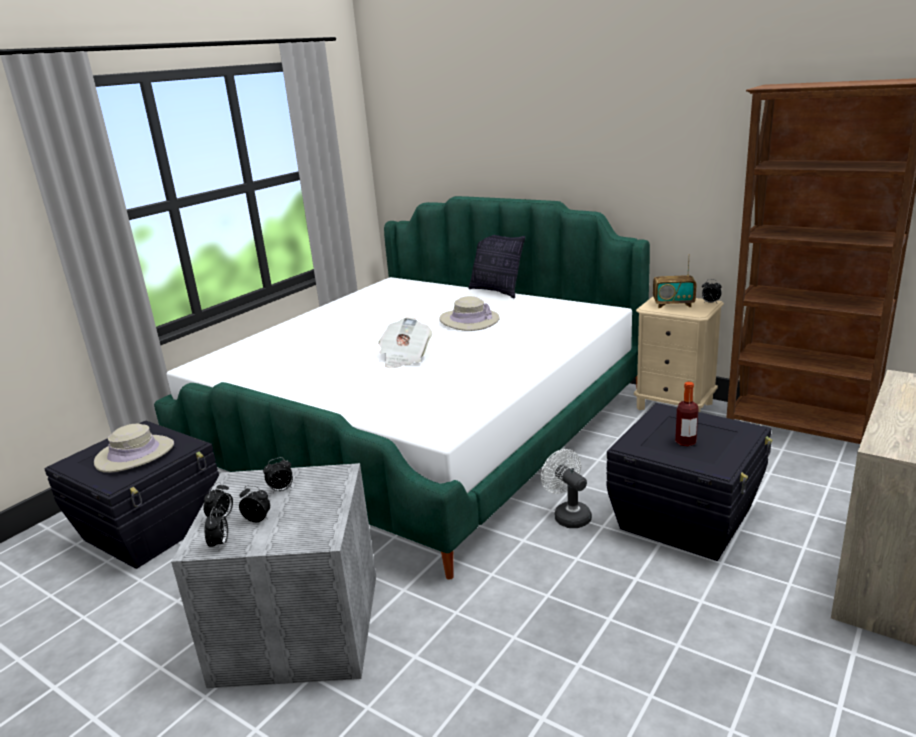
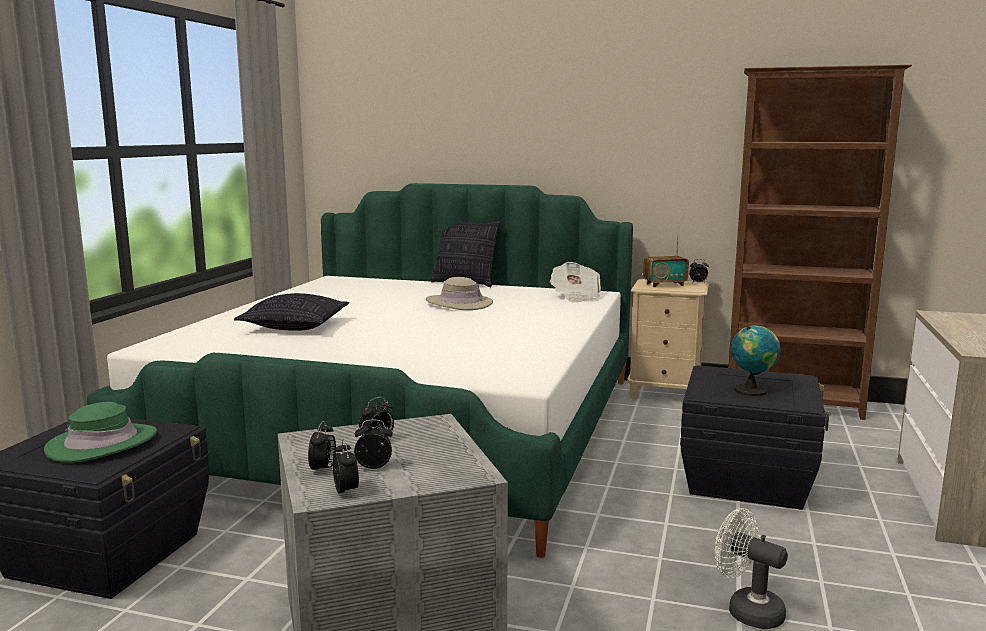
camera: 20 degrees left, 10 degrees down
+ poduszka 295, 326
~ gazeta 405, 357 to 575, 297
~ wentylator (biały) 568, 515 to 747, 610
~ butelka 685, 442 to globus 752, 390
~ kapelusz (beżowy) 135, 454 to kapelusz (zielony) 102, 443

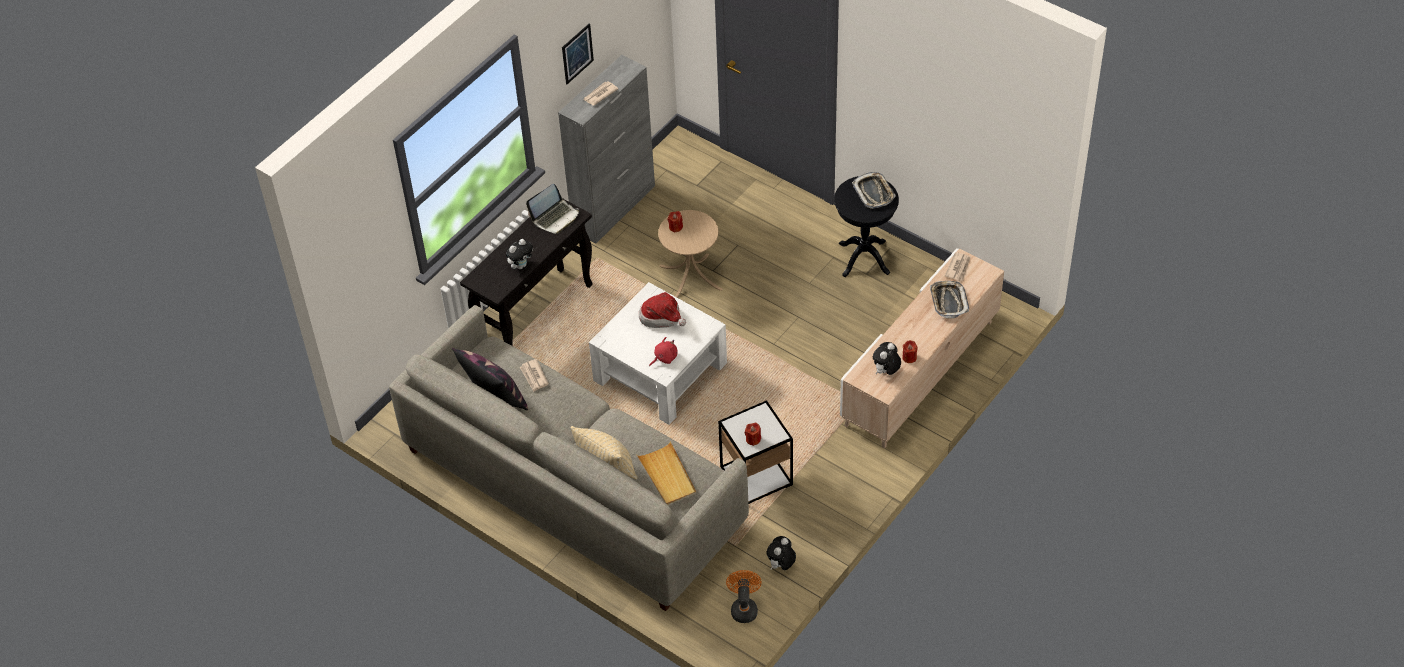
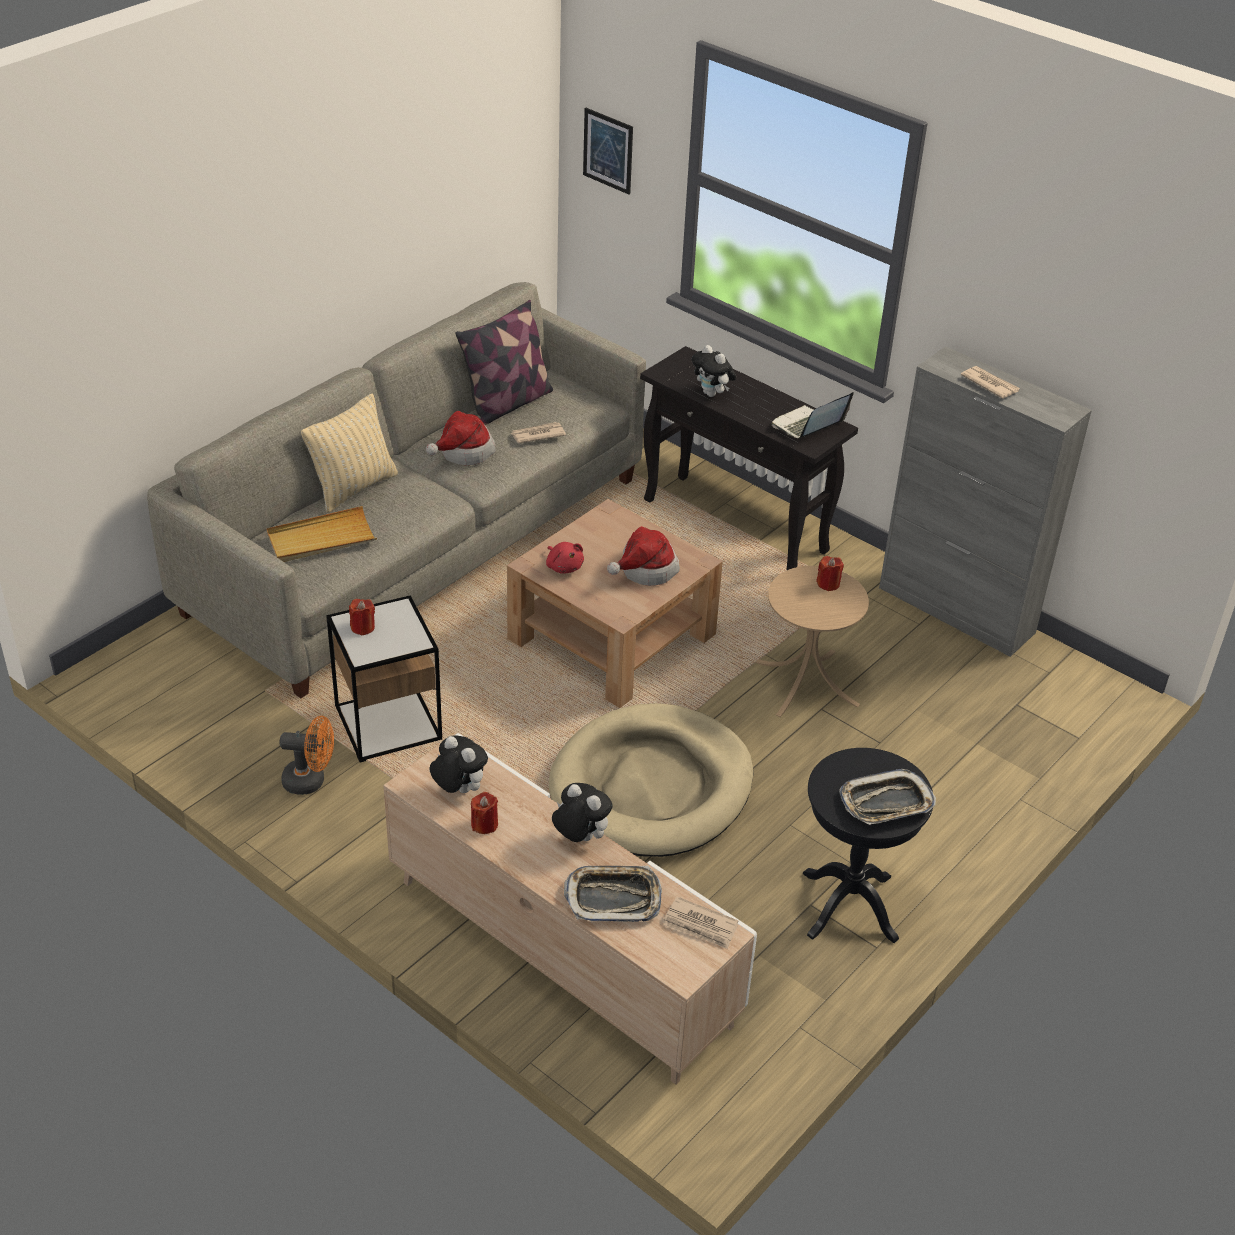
camera: 90 degrees right, 10 degrees down
+ kapelusz 463, 452
+ legowisko (beżowy) 651, 787
~ obraz 577, 53 to 608, 150
~ wentylator (pomarańczowy) 744, 607 to 311, 781
~ pluszak 781, 565 to 580, 837
~ ława (biały) 660, 372 to ława (brązowy) 612, 637
~ laptop 555, 217 = 807, 426 90 degrees clockwise

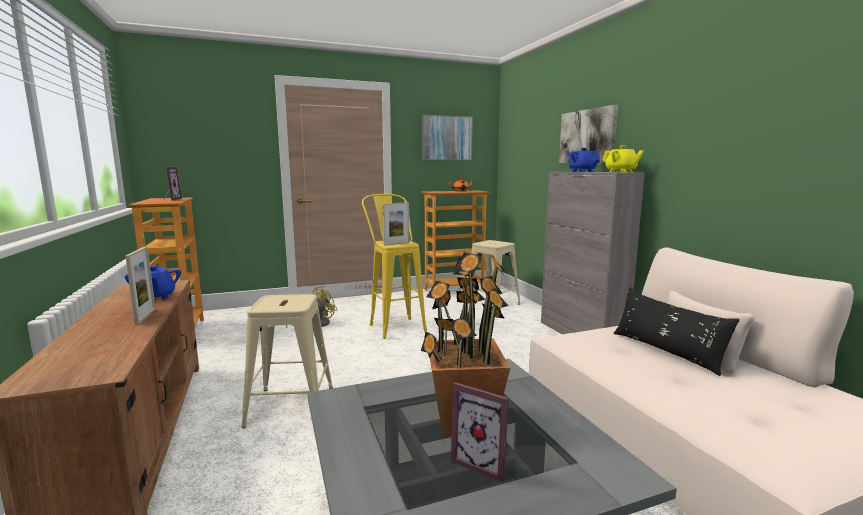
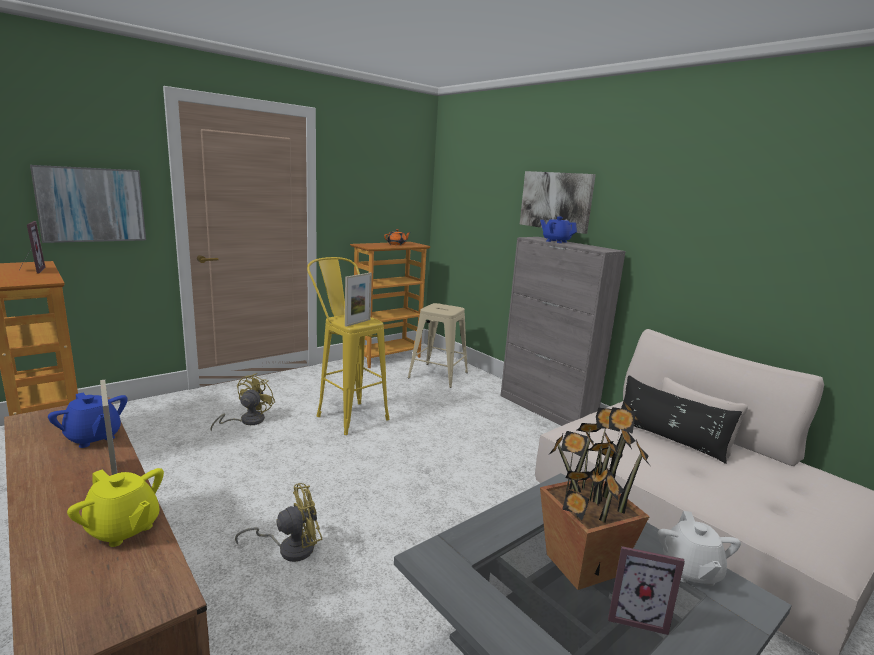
camera: 20 degrees left, 5 degrees up
+ imbryk (biały) 690, 571
~ obraz 446, 138 to 91, 204
~ imbryk (żółty) 621, 172 to 123, 529
~ stołek (beżowy) 291, 406 to wentylator (żółty) 290, 548

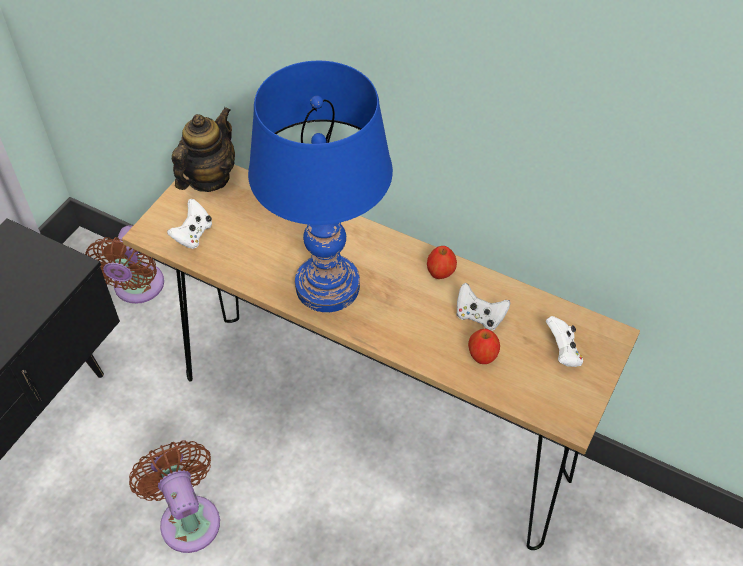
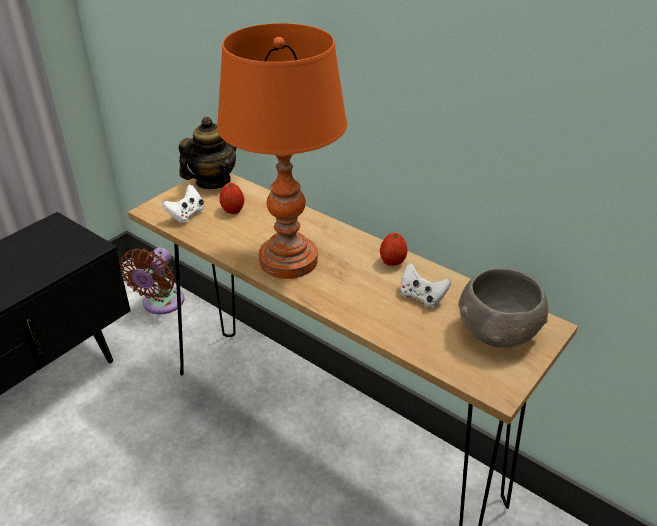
camera: 10 degrees right, 15 degrees down
- wentylator (brązowy) 188, 517
~ jabłko 482, 356 to 232, 210
~ pad do gier (biały) 563, 352 to miska (szary) 498, 333
~ lampa stołowa (niebieski) 327, 286 to lampa stołowa (pomarańczowy) 288, 260

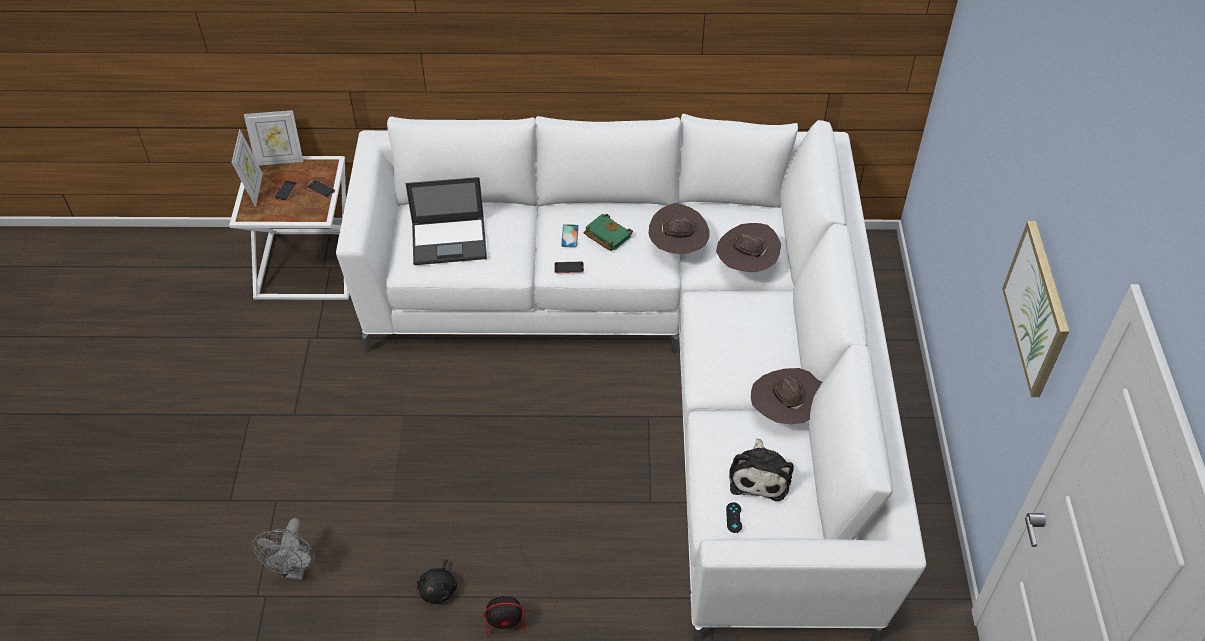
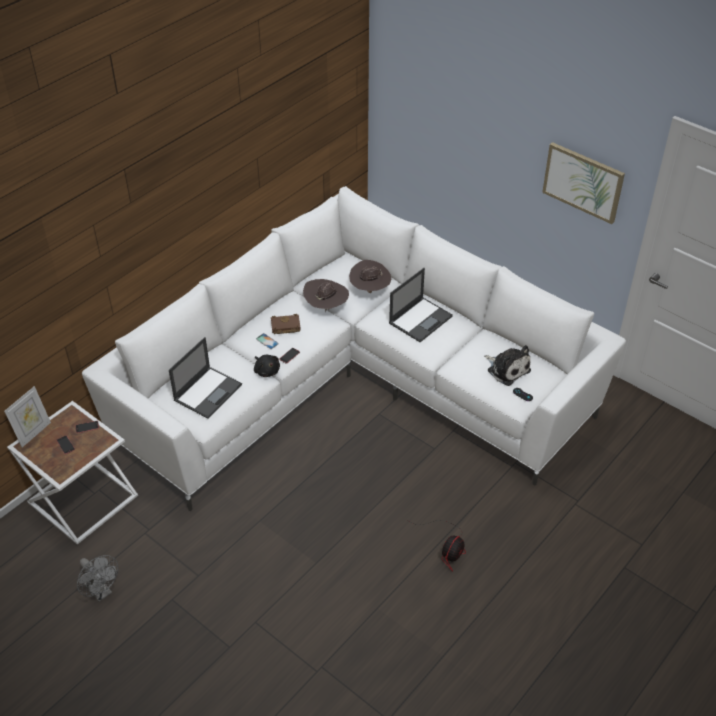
camera: 50 degrees left, 5 degrees down
- ramka na zdjęcie 254, 190
- kapelusz (brązowy) 784, 412
+ laptop 421, 319
~ wentylator (szary) 295, 569 to 101, 592
~ pluszak (czarny) 438, 589 to 266, 371
~ książka (zielony) 606, 235 to książka (brązowy) 285, 327

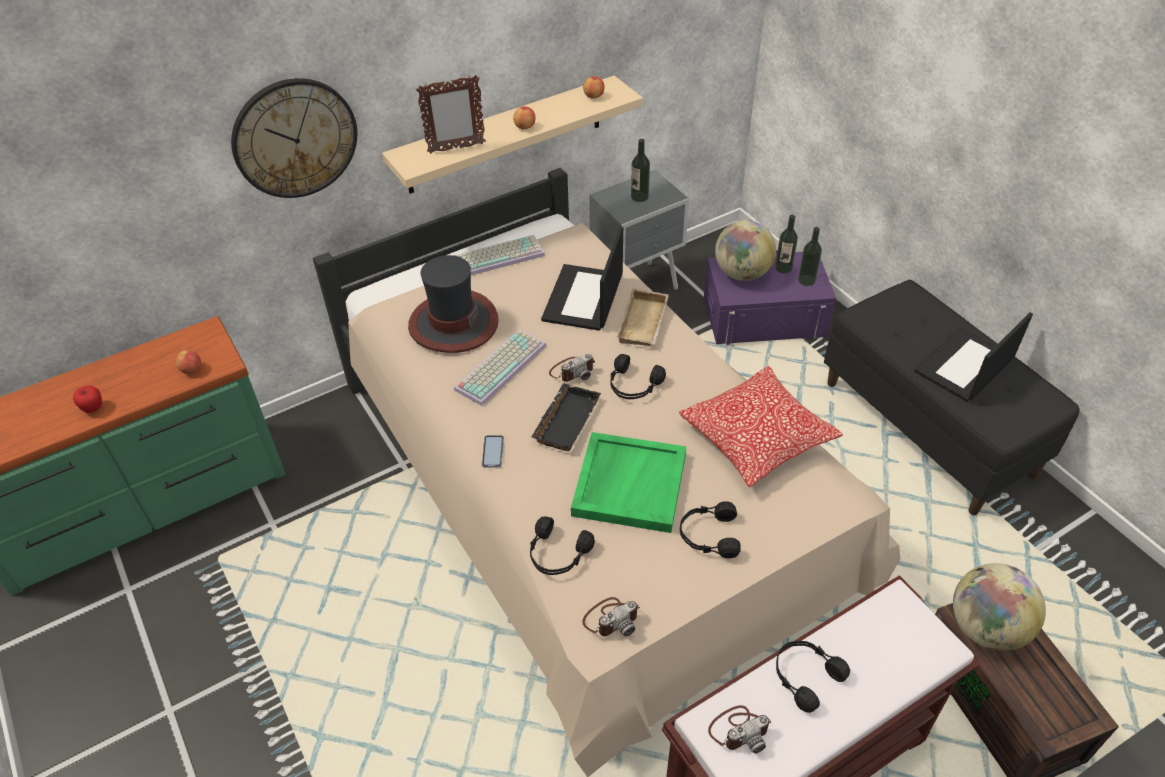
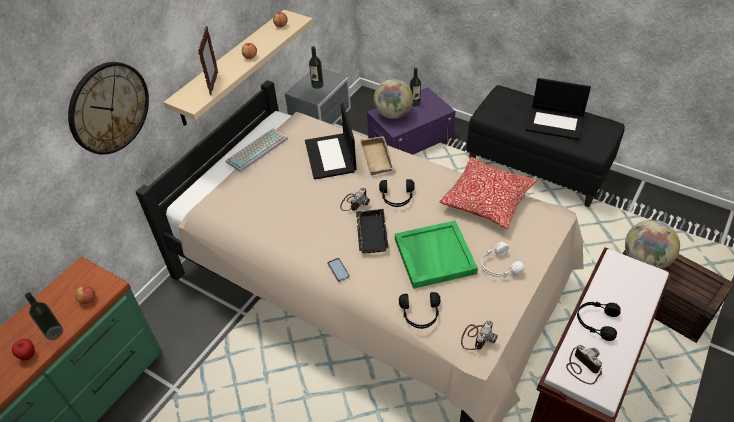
camera: 25 degrees left, 0 degrees up
- kapelusz 453, 323
- klawiatura 500, 366
~ butelka 806, 280 to 54, 332
~ słuchawki (czarny) 708, 536 to słuchawki (biały) 498, 266
~ ramka na zdjęcie 456, 148 = 214, 84 45 degrees counterclockwise
~ aparat fotograficzny 739, 730 = 582, 367 75 degrees counterclockwise
~ laptop 964, 366 = 555, 123 90 degrees counterclockwise

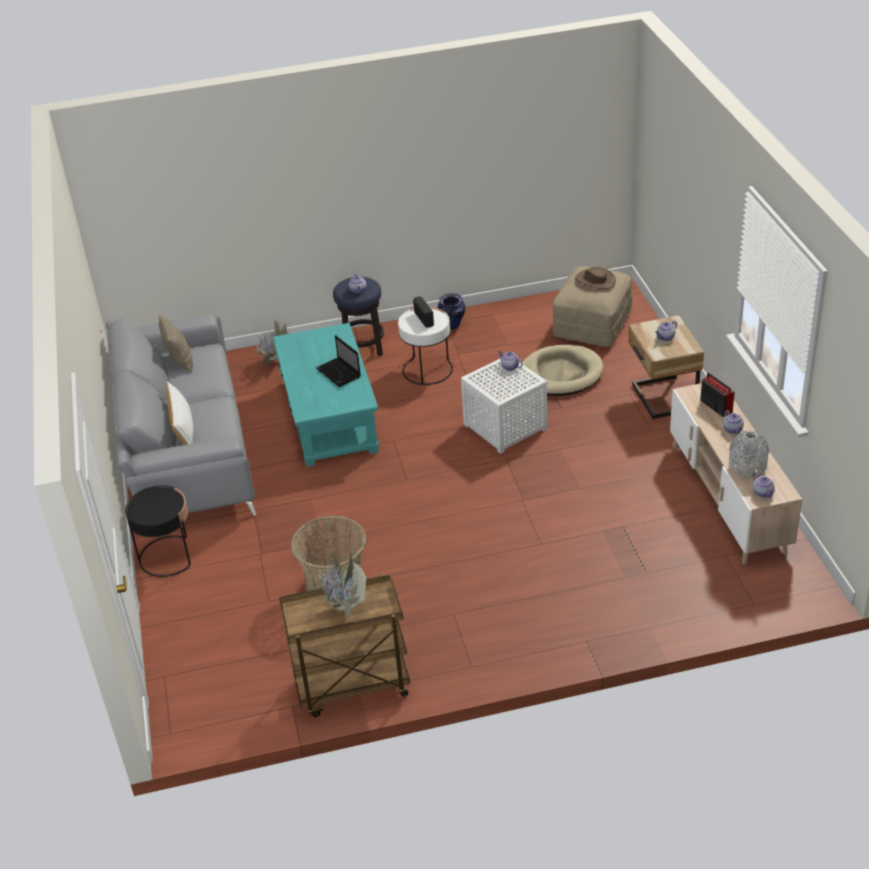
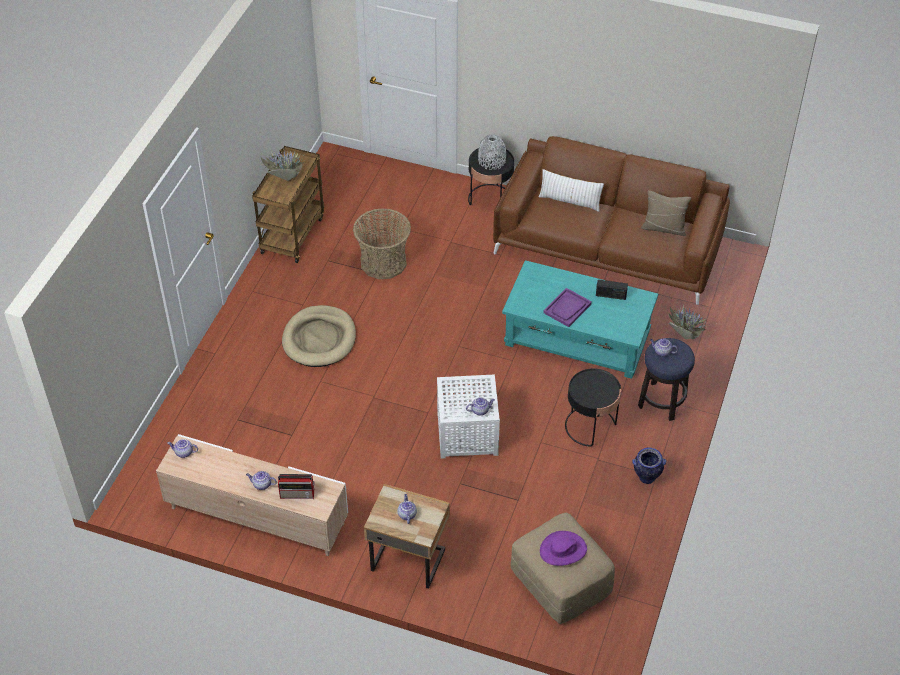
camera: 120 degrees right, 10 degrees up
~ radio 424, 319 to 611, 295
~ legowisko (beżowy) 560, 374 to 319, 339
~ wazon (szary) 747, 466 to 491, 161
~ laptop 339, 373 to taca (fioletowy) 567, 308
~ kanapa (szary) 186, 447 to kanapa (brązowy) 608, 247
~ stolik (biały) 427, 370 to stolik (czarny) 590, 426
~ kapelusz (brązowy) 595, 280 to kapelusz (fioletowy) 563, 550

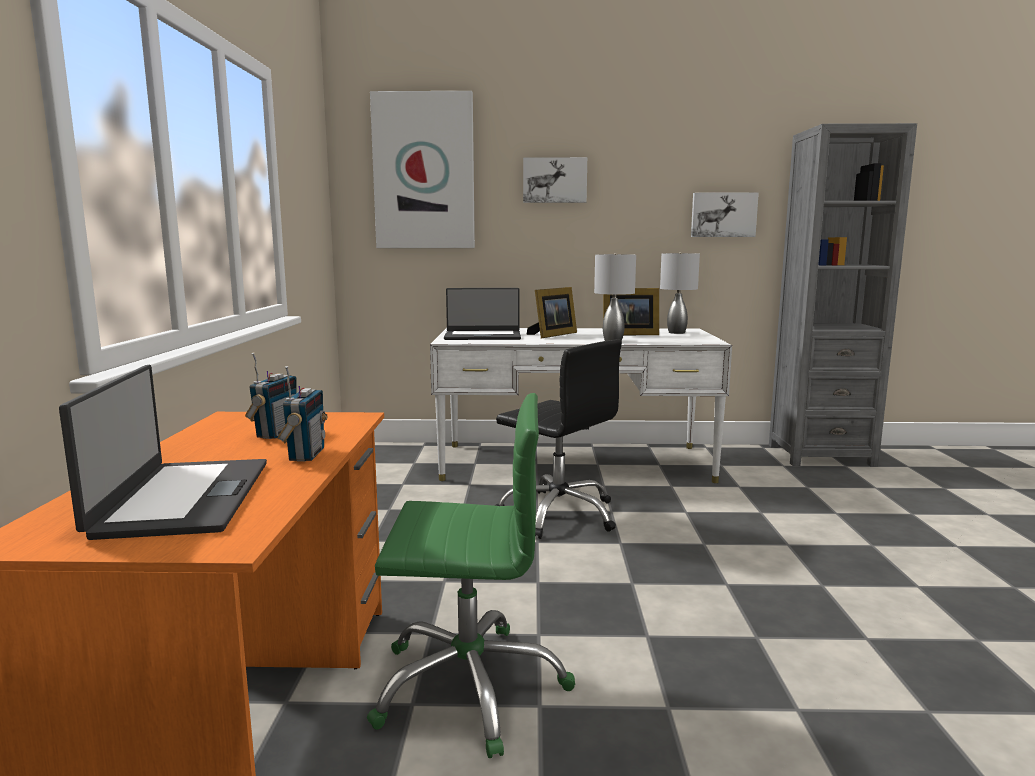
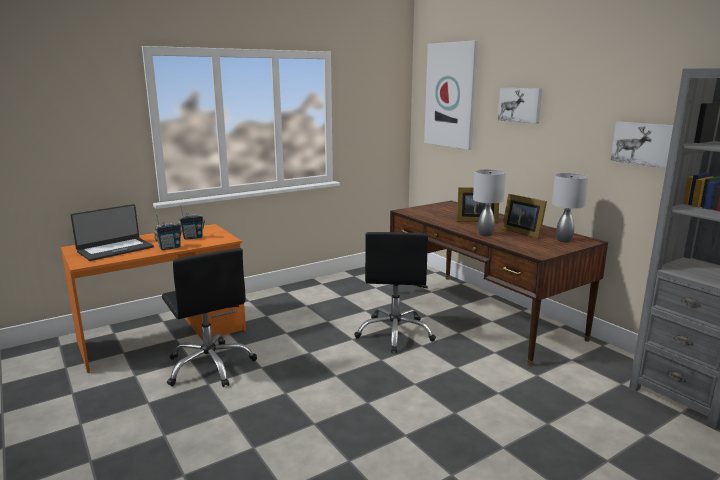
camera: 55 degrees right, 5 degrees up
- laptop 482, 336
~ krzesło biurowe (zielony) 469, 685 to krzesło biurowe (czarny) 210, 366
~ biurko (biały) 574, 462 to biurko (brązowy) 481, 314

